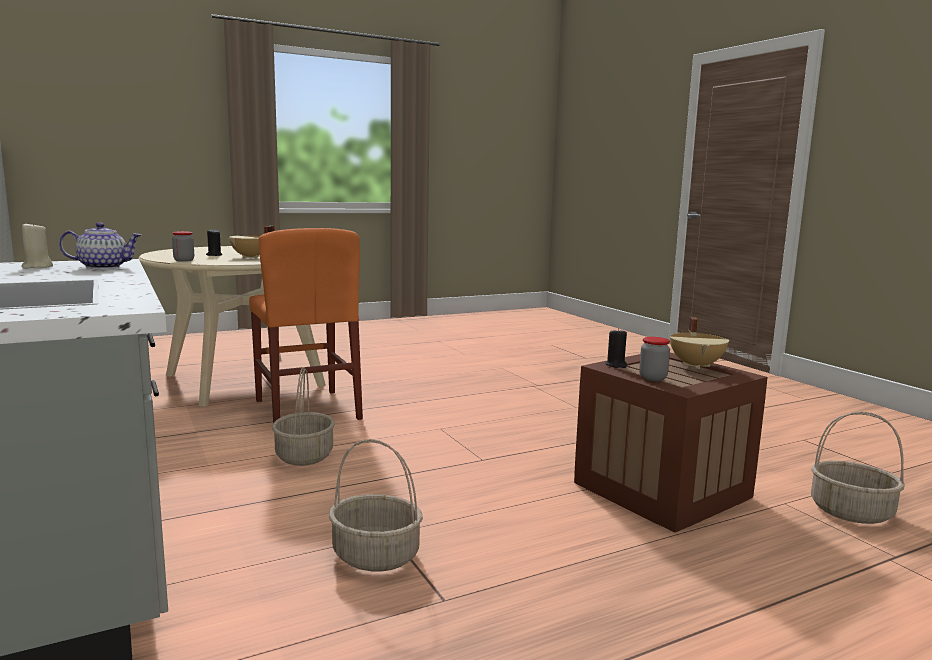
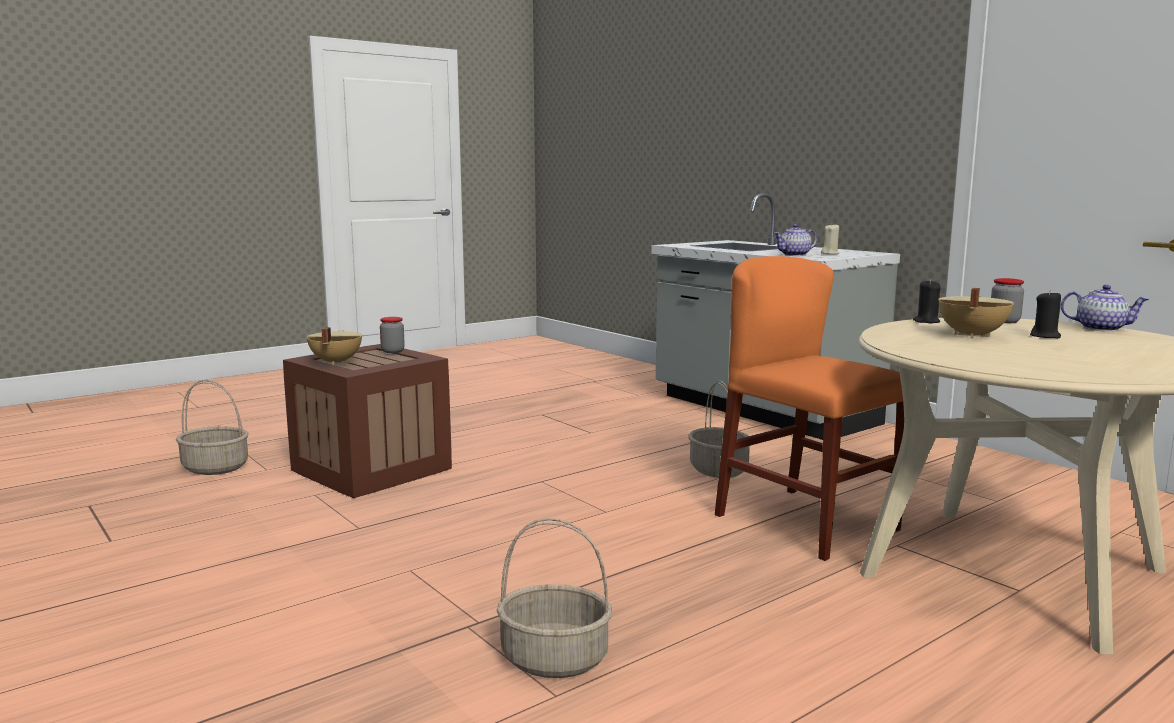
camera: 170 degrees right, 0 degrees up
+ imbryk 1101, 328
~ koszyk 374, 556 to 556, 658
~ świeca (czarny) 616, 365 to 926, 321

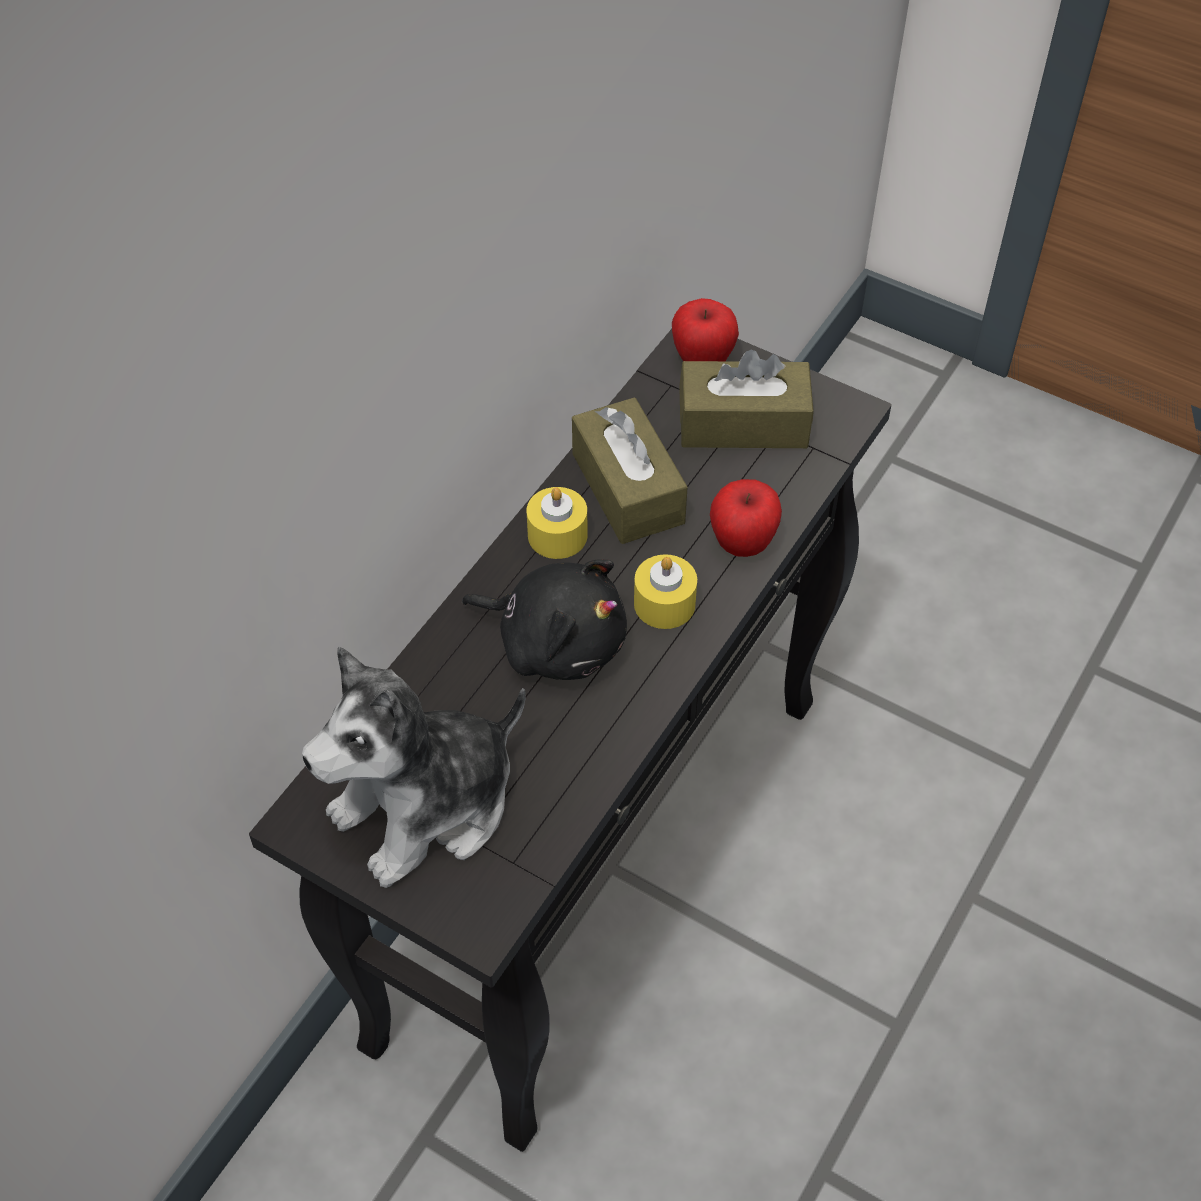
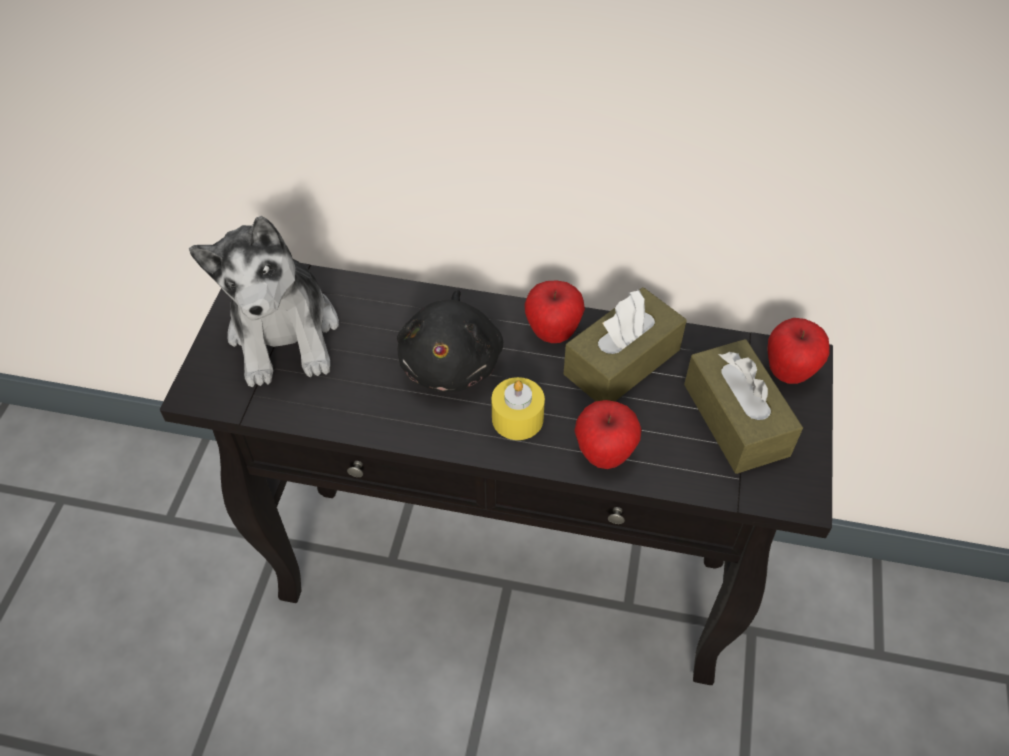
camera: 70 degrees right, 0 degrees up
~ świeca (żółty) 557, 535 to jabłko 552, 332
~ pluszak 427, 806 = 285, 333 135 degrees counterclockwise

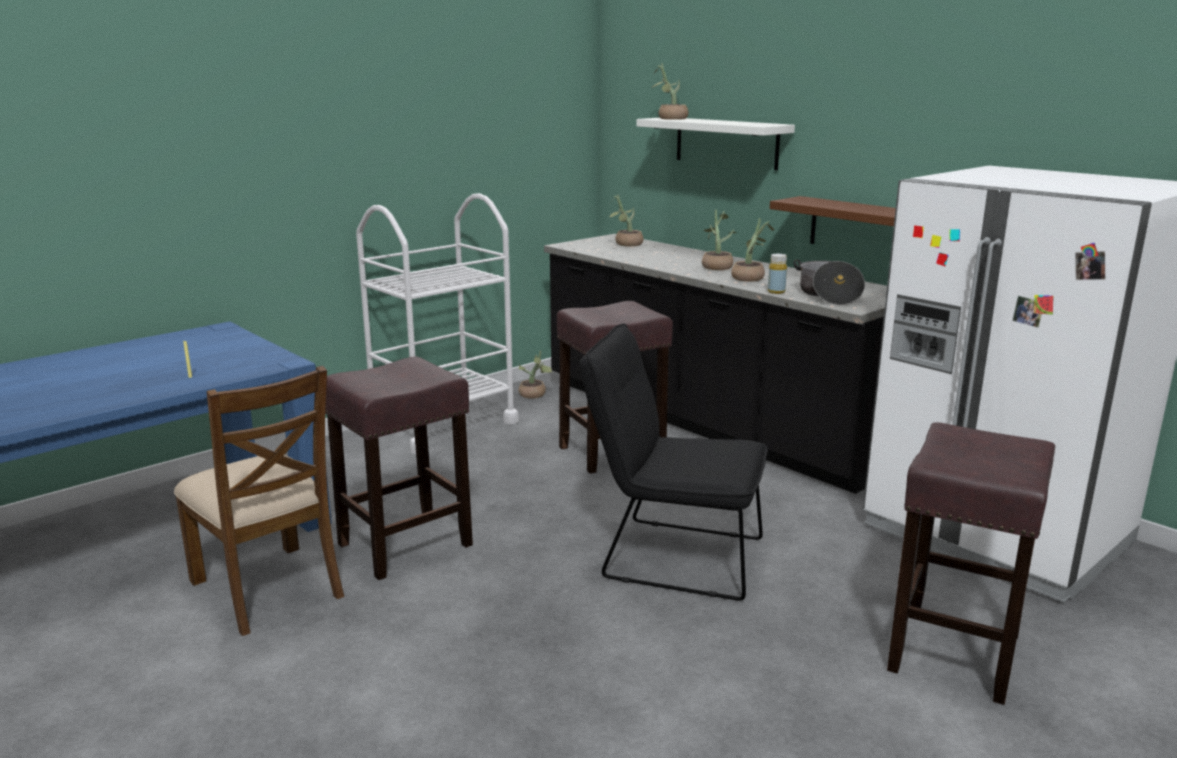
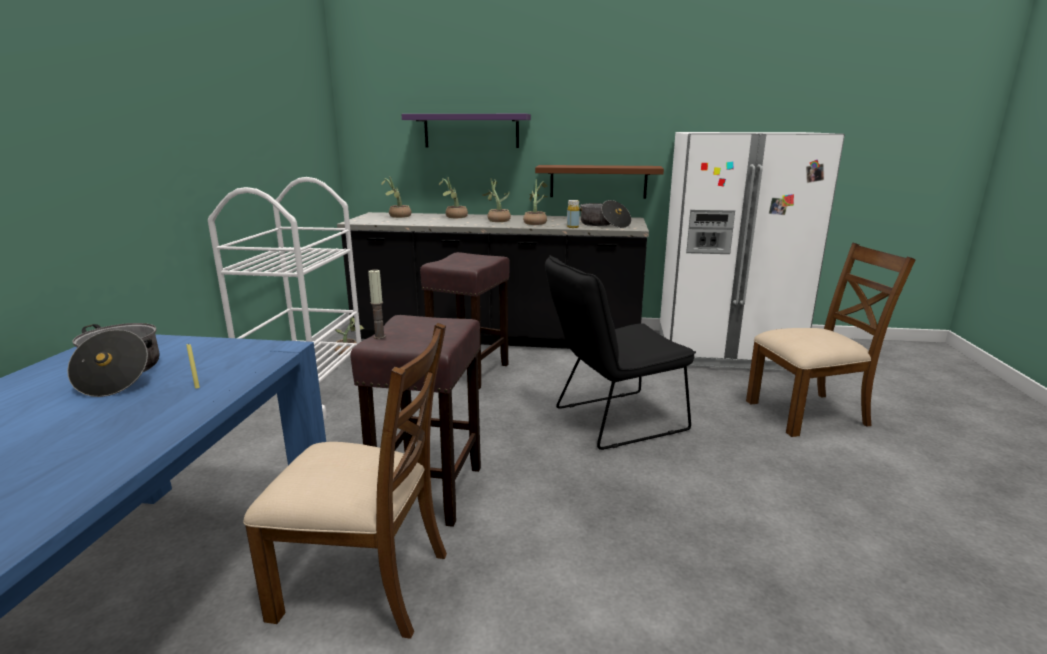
camera: 40 degrees left, 0 degrees up
+ garnek 120, 374
+ świeca 379, 336
~ roślina doniczkowa 669, 118 to 454, 217
~ stołek (brązowy) 954, 653 to krzesło (brązowy) 808, 413
~ półka (biały) 726, 142 to półka (fioletowy) 471, 131

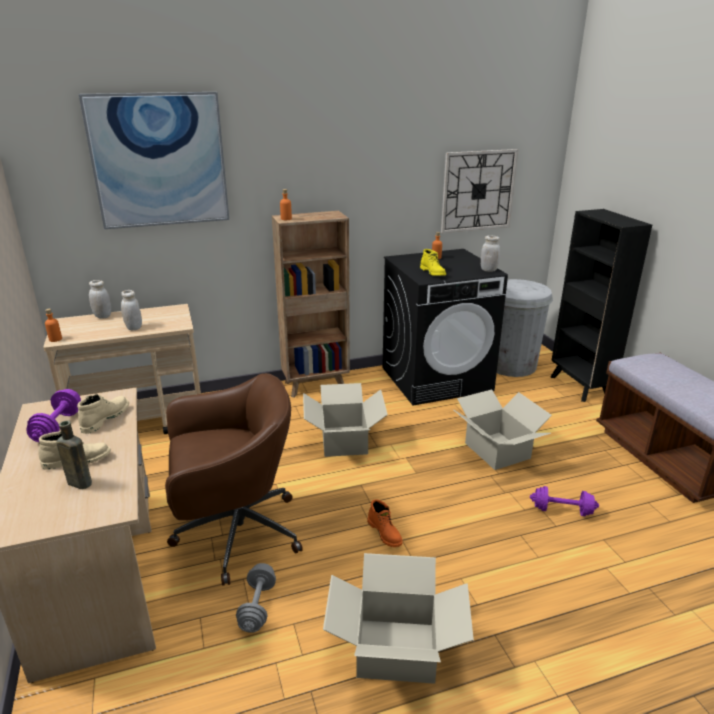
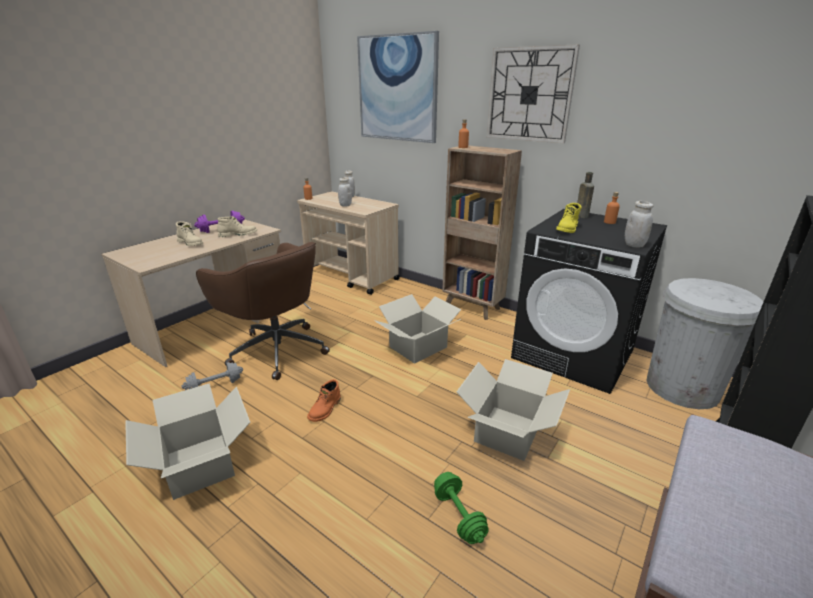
camera: 55 degrees right, 0 degrees up
~ butelka (brązowy) 78, 482 to 581, 215
~ zegar ścienny 478, 191 to 529, 95
~ hantel (fioletowy) 562, 510 to hantel (zielony) 458, 516

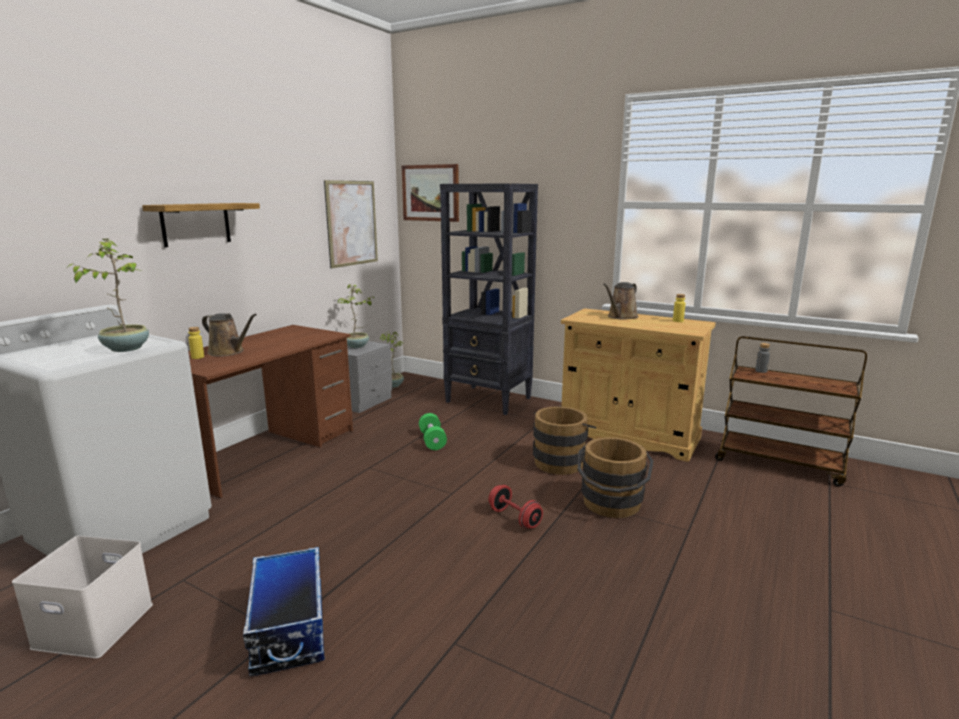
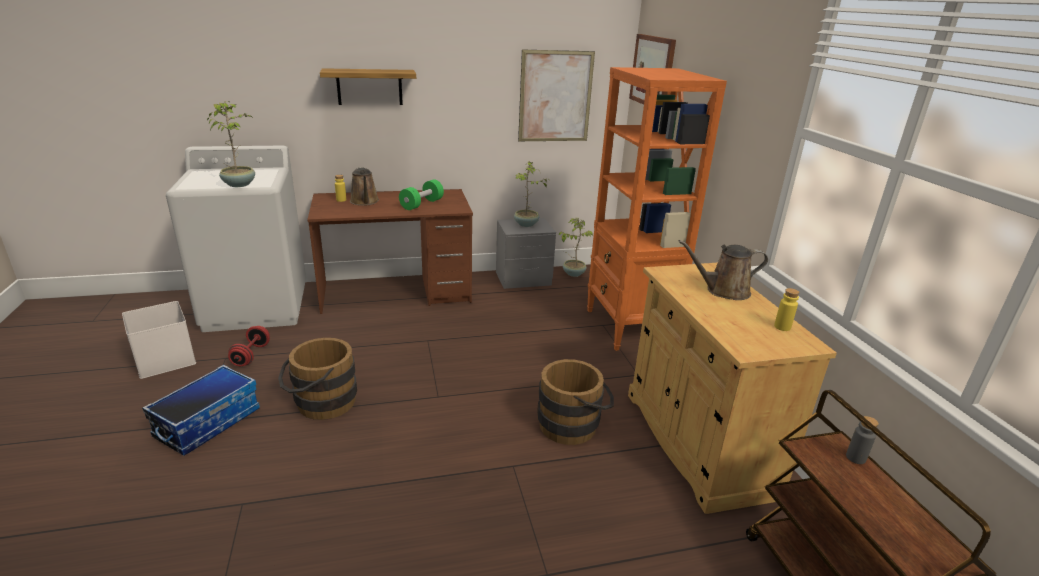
camera: 45 degrees right, 10 degrees up
~ hantel (zielony) 432, 440 to 422, 204
~ hantel (czerwony) 514, 518 to 251, 355
~ wiadro (brązowy) 611, 506 to 320, 403
~ regał (czarny) 489, 400 to regał (pomarańczowy) 629, 327

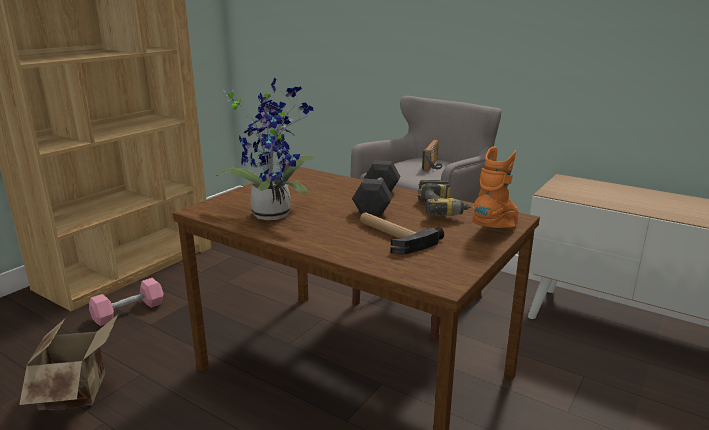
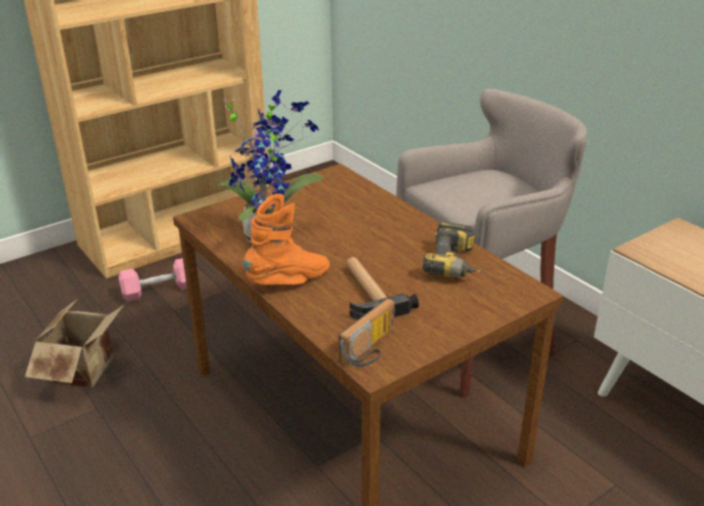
camera: 20 degrees right, 10 degrees up
- hantel (czarny) 377, 201
~ radio 434, 165 to 371, 349
~ but z cholewką (pomarańczowy) 497, 229 to 289, 281

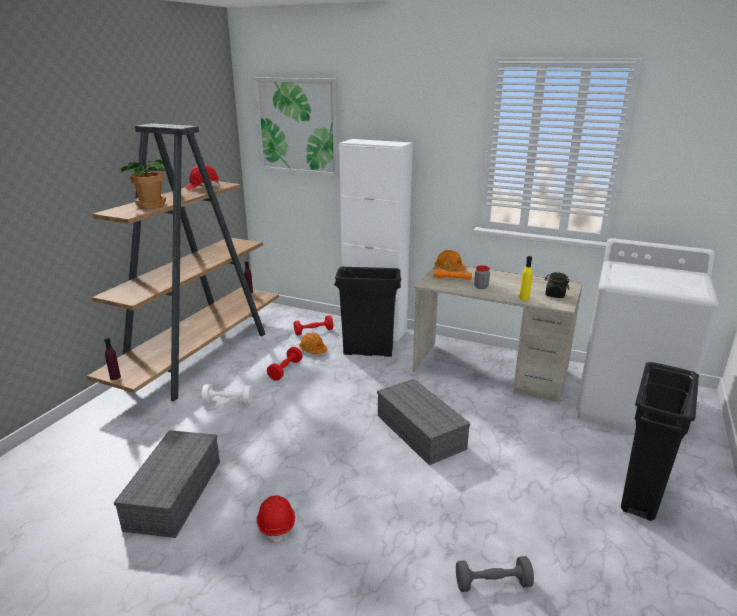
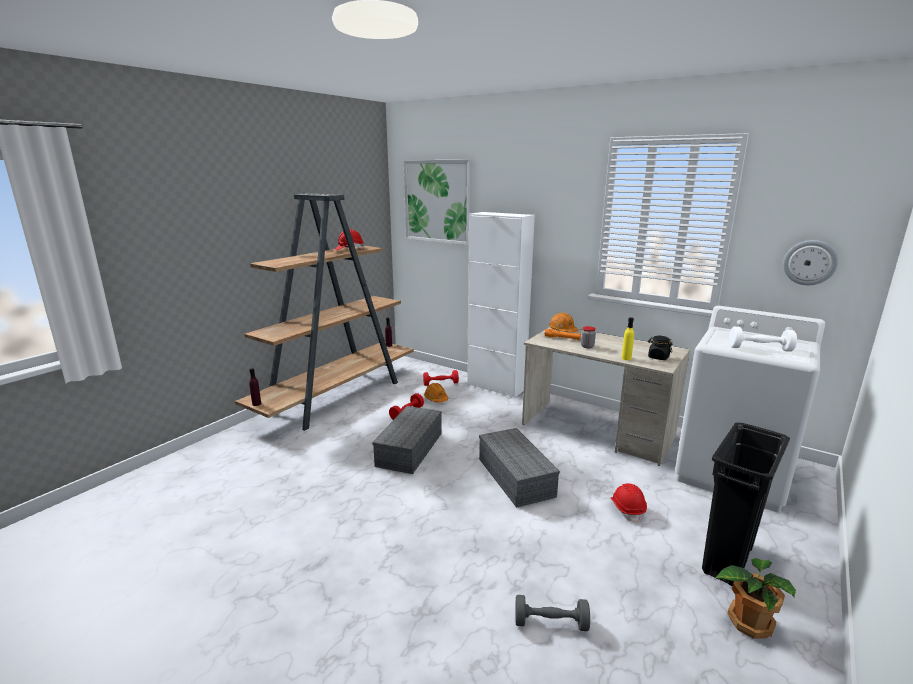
camera: 10 degrees right, 5 degrees down
- kosz na śmieci (czarny) 368, 352
+ zegar ścienny 809, 262
~ pojemnik do przechowywania (szary) 175, 495 to 410, 450
~ roślina doniczkowa 151, 205 to 748, 622
~ hantel (biały) 228, 401 to 759, 349
~ kask (czerwony) 276, 524 to 627, 509

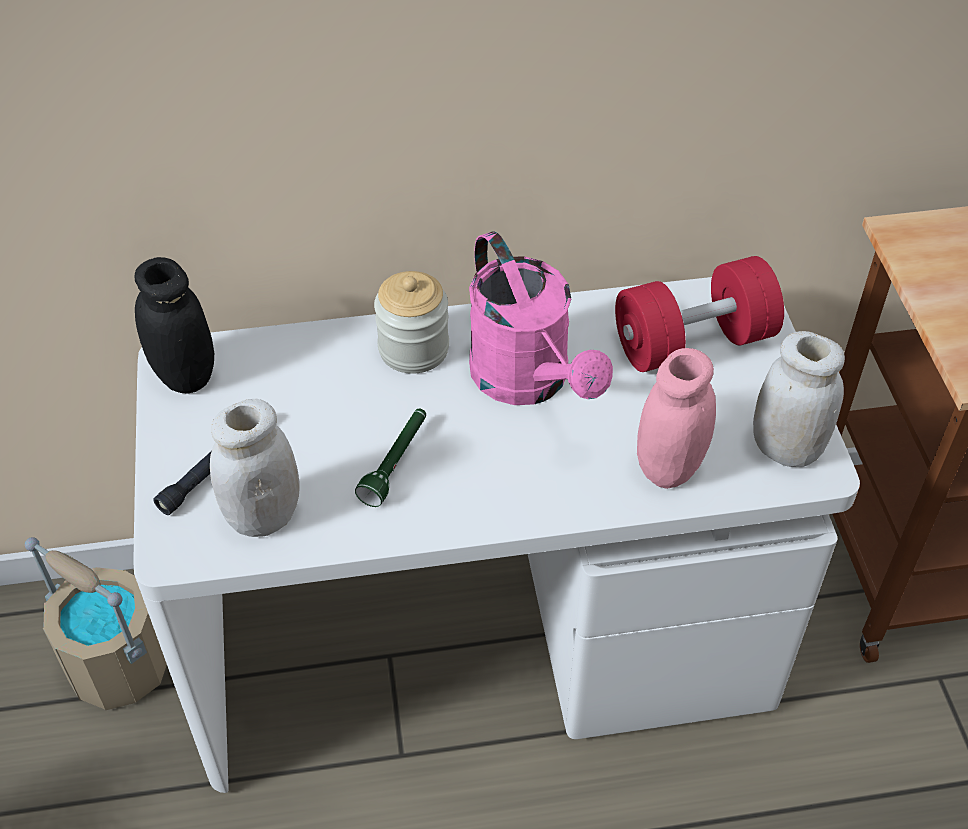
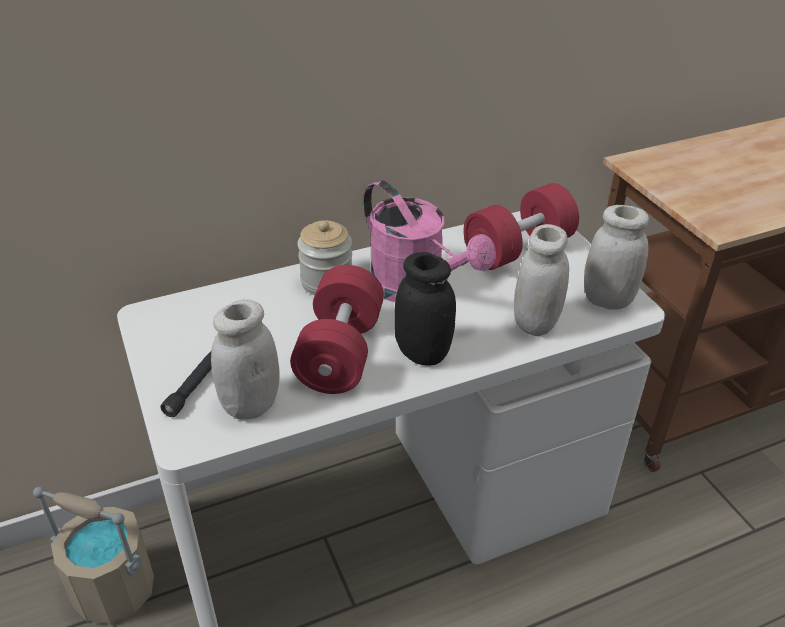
camera: 15 degrees left, 10 degrees down
~ słoik (czarny) 185, 375 to 422, 353
~ latarka (zielony) 396, 462 to hantel (czerwony) 340, 353
~ słoik (różowy) 669, 467 to słoik (biały) 535, 323

